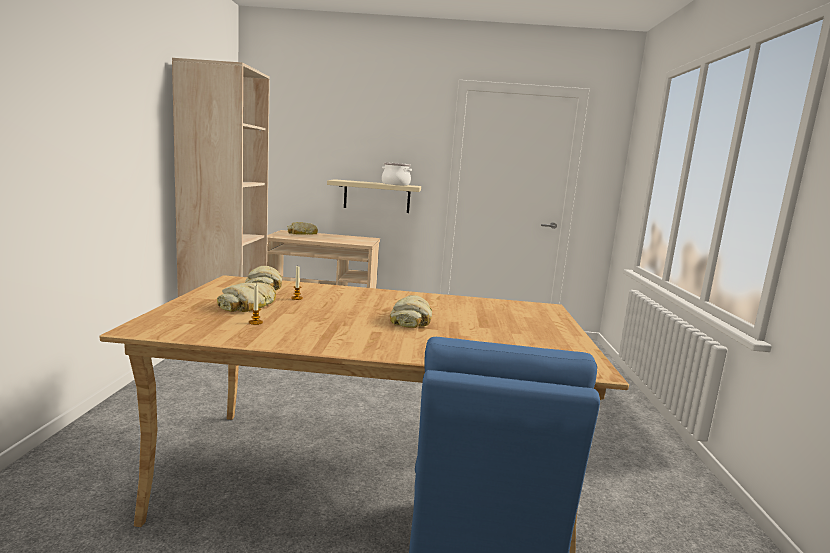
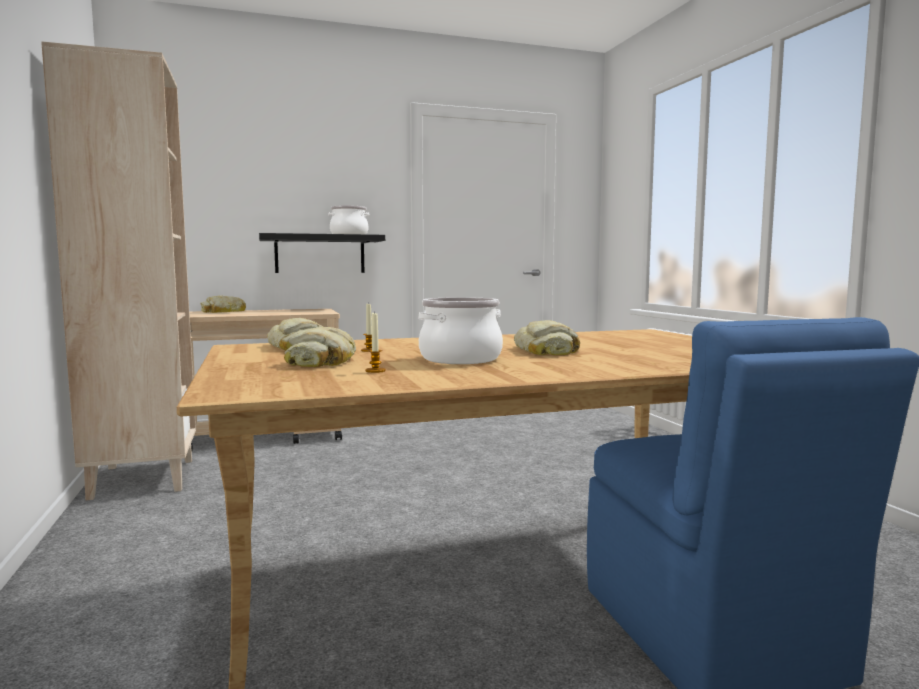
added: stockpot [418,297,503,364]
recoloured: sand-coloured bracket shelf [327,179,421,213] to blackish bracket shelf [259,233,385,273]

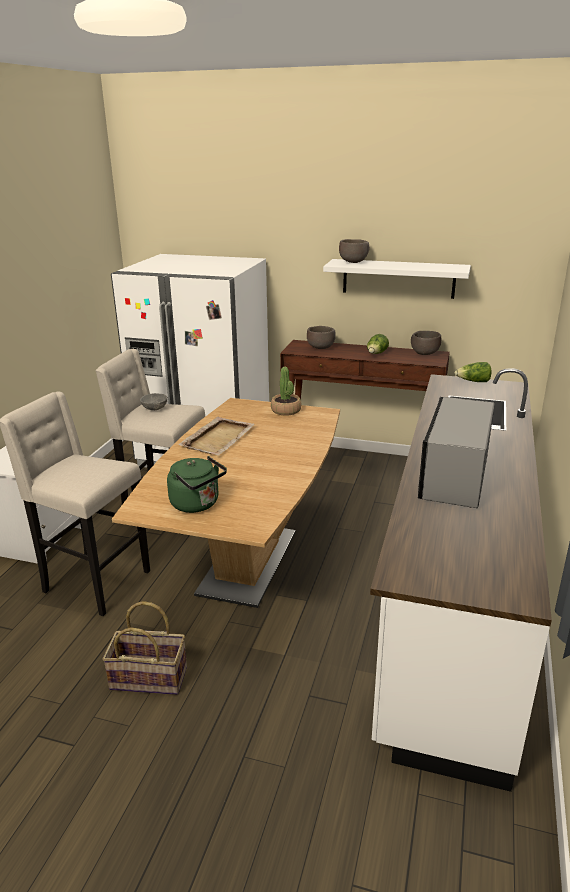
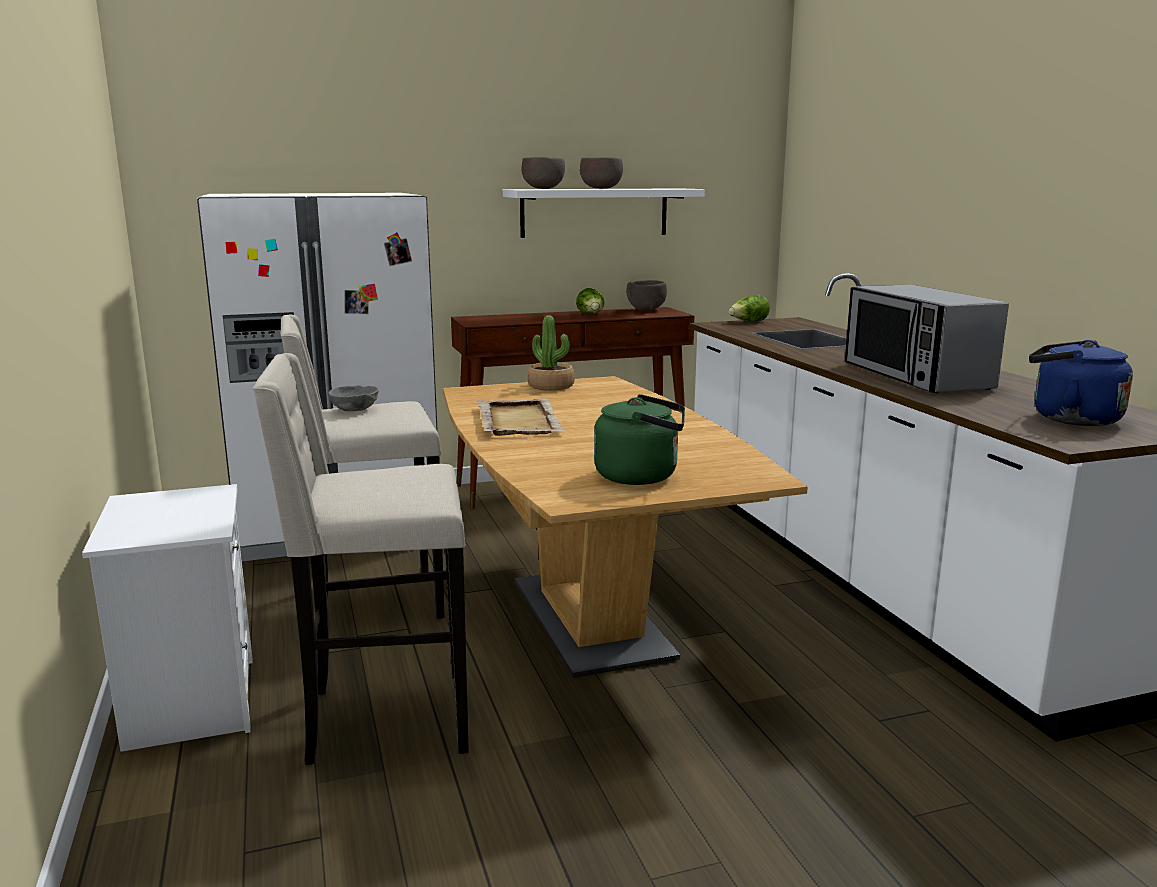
removed: storage basket [103,601,187,695]
added: blue-coloured water kettle [1029,340,1133,426]
moved: brownish serving bowl [307,326,336,349] to [580,157,623,189]

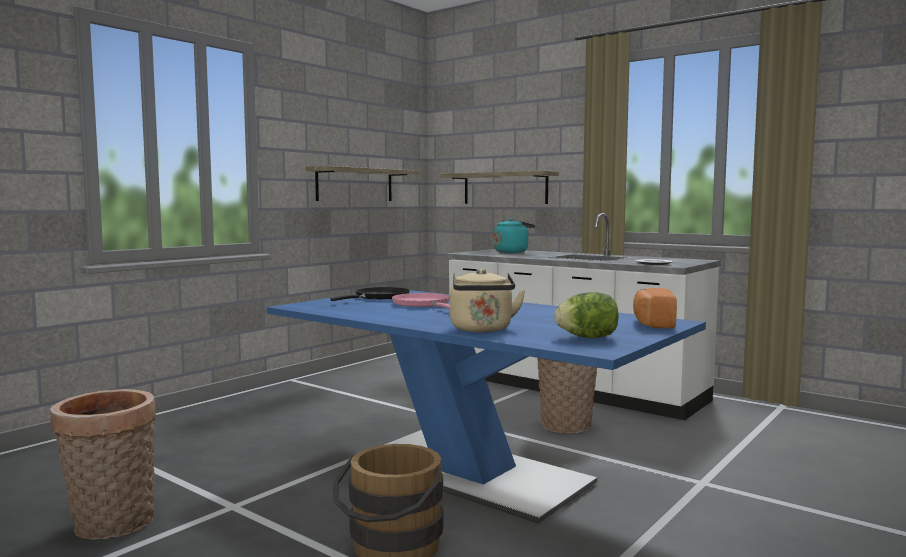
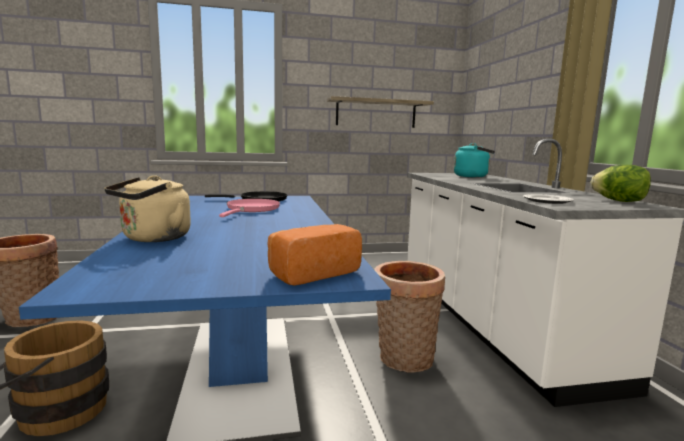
removed: bracket shelf [440,171,559,204]
moved: head of lettuce [554,292,619,338] to [591,165,651,202]

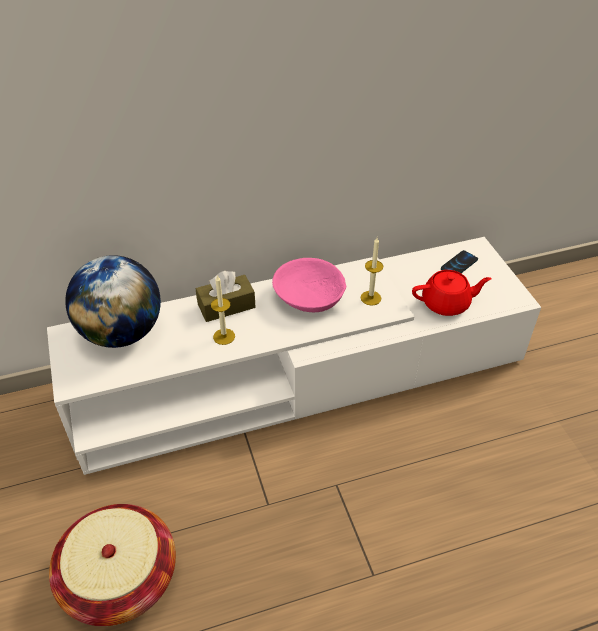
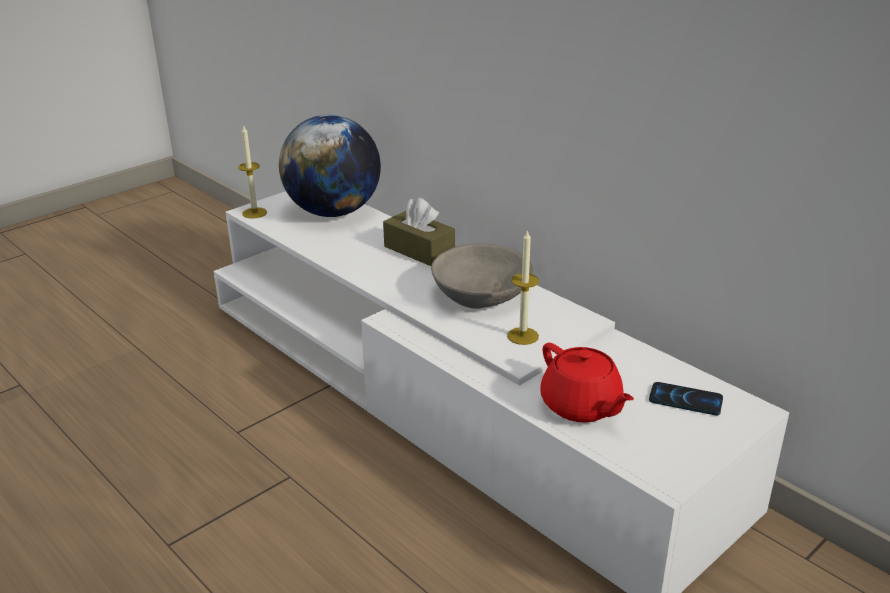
removed: storage basket [49,504,176,626]
moved: wax candle [211,275,235,345] to [238,126,267,219]
recoloured: pink serving bowl [272,258,346,312] to greyish serving bowl [431,243,534,309]

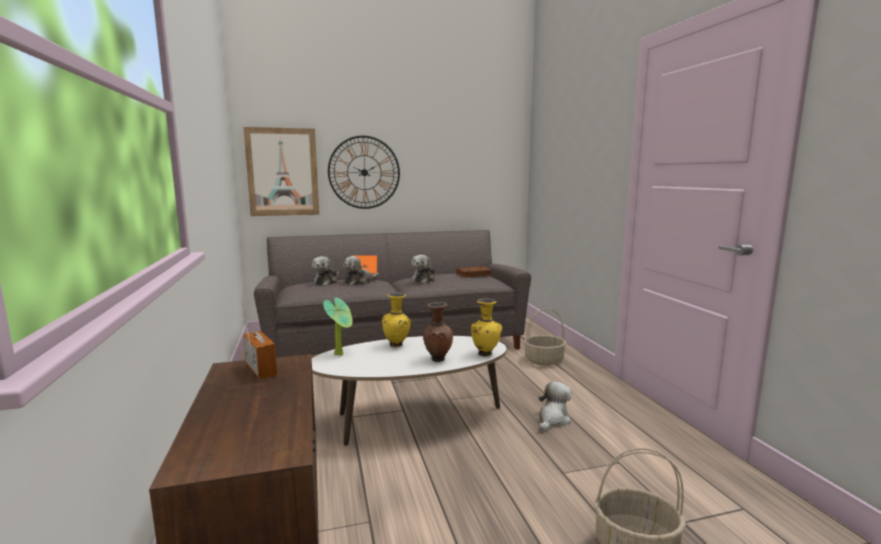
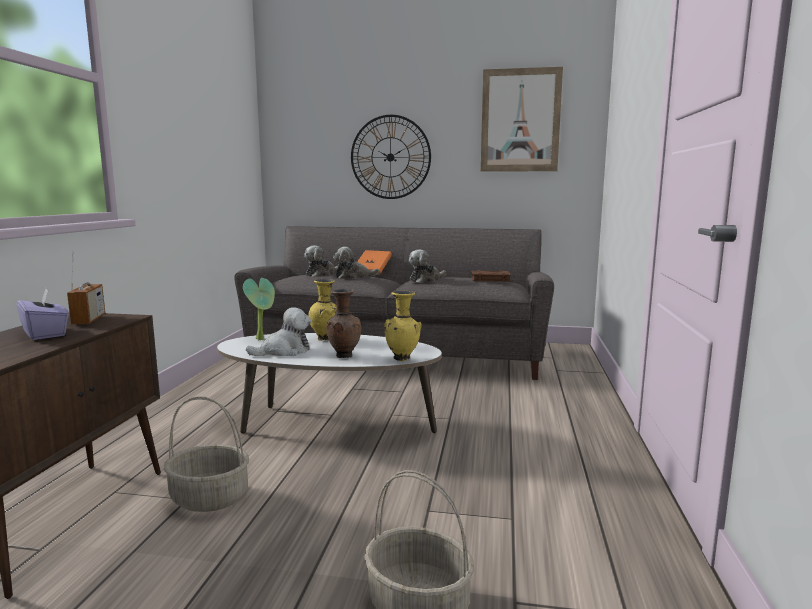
added: purple tissue holder [16,288,69,340]
moved: storage basket [524,308,566,366] to [163,396,249,512]; soft toy [539,382,572,431] to [246,307,311,356]; wall picture [243,127,319,216] to [481,67,563,172]

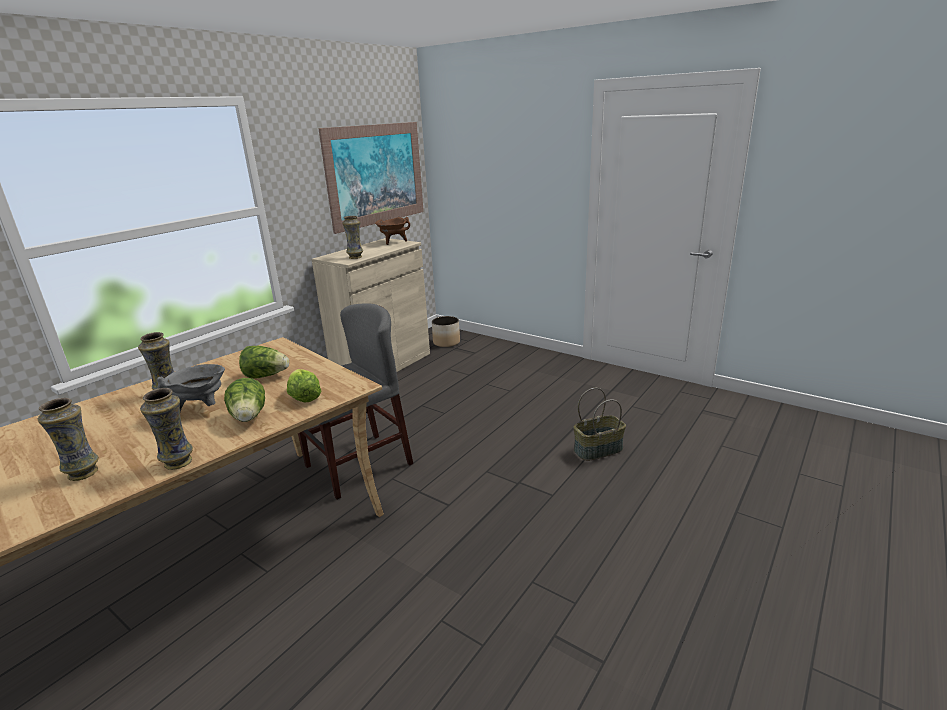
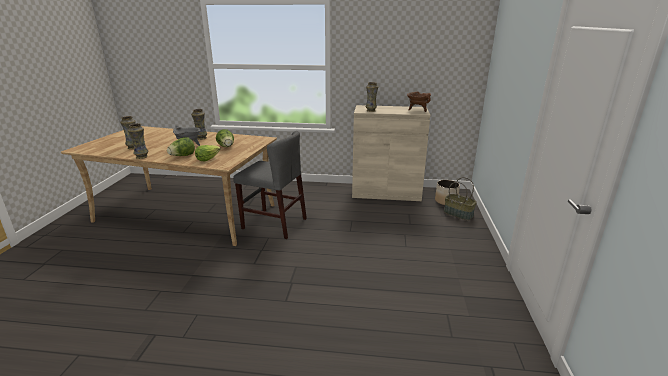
removed: wall picture [318,122,424,234]
moved: storage basket [573,388,626,461] to [444,177,477,220]

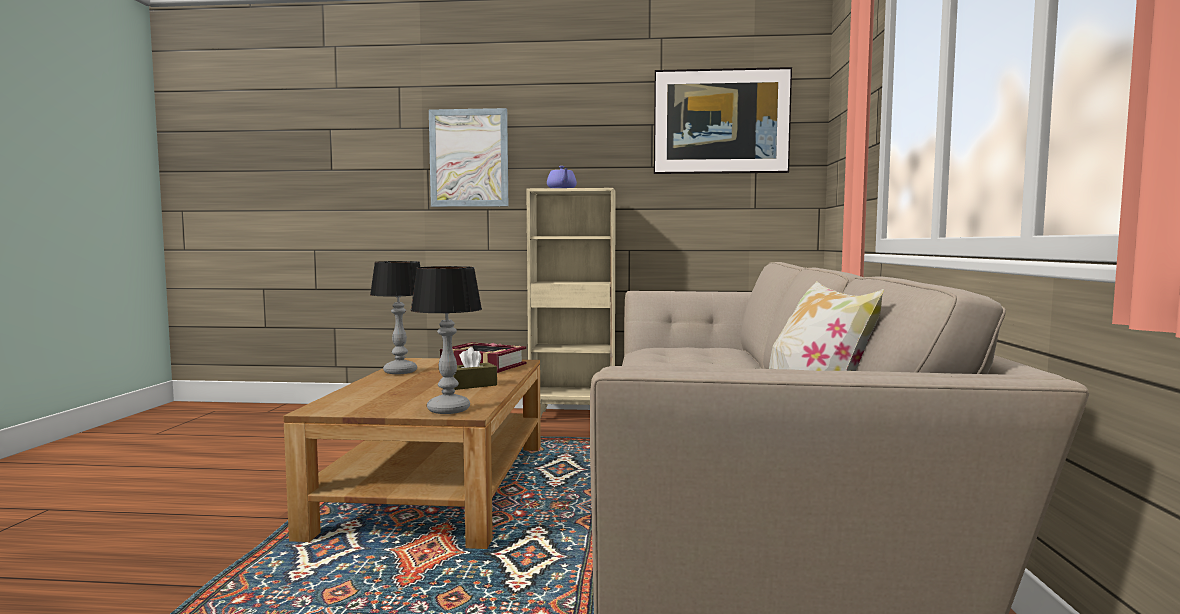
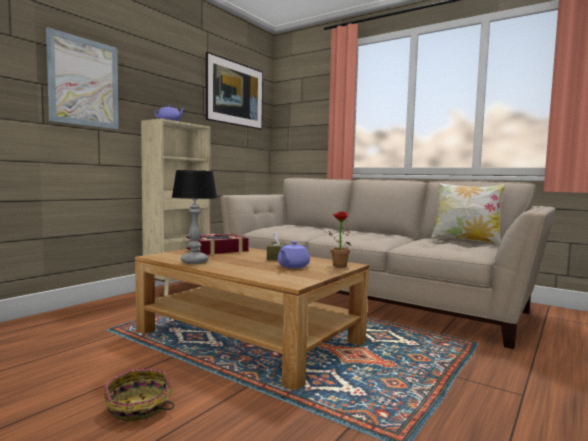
added: storage basket [104,369,174,422]; purple teapot [278,241,310,268]
replaced: lamp for a table [410,266,482,414] to potted plant [320,211,351,267]

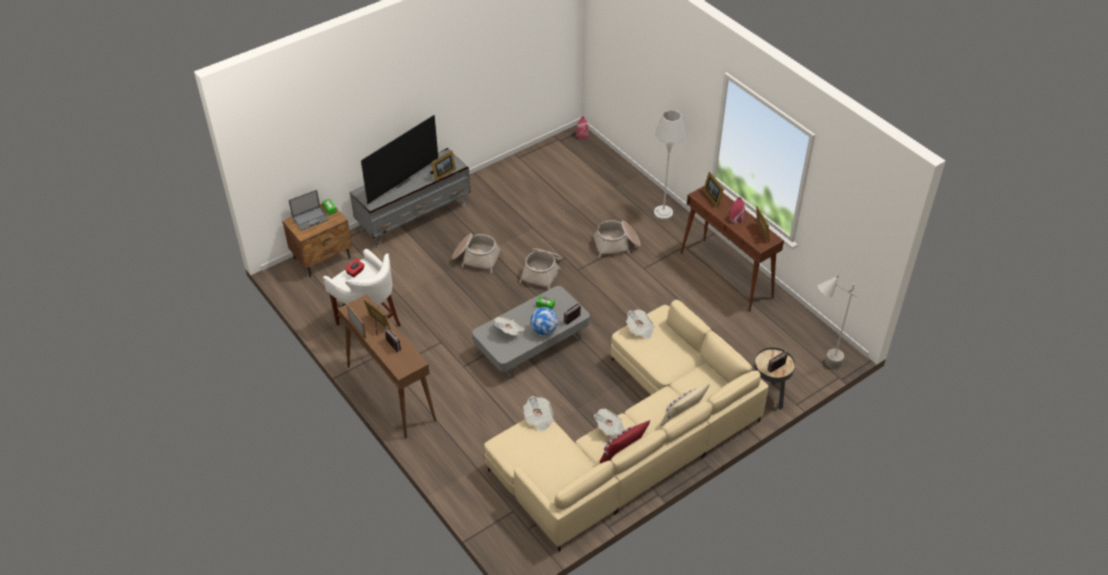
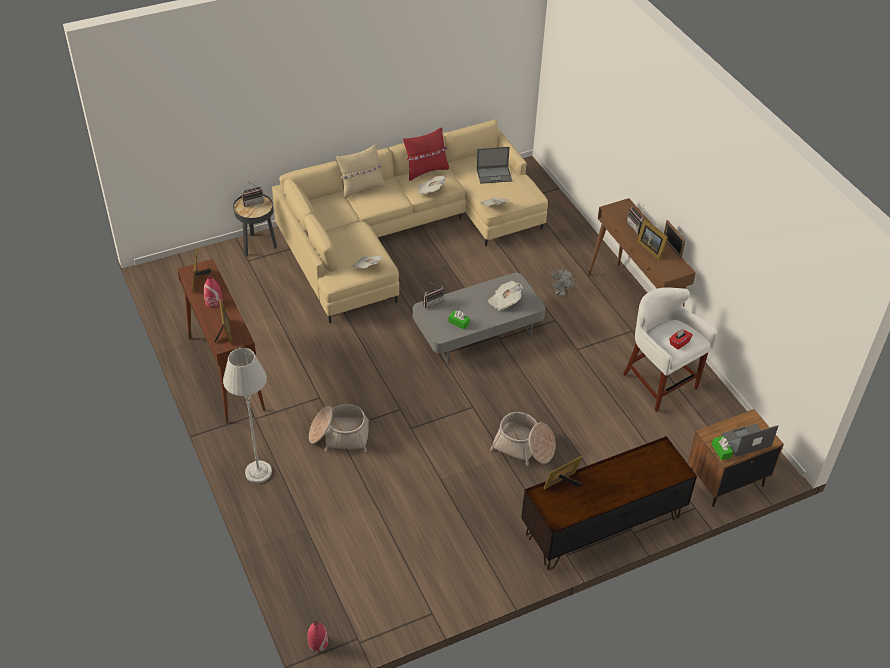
removed: TV [361,115,438,204]; storage basket [519,248,562,290]; world globe [530,307,558,335]; greyish standing lamp [818,276,859,369]
added: notebook computer [476,147,512,184]; greyish fan [549,269,576,296]
recoloured: greyish tv stand [350,148,471,248] to brownish tv stand [521,436,697,570]

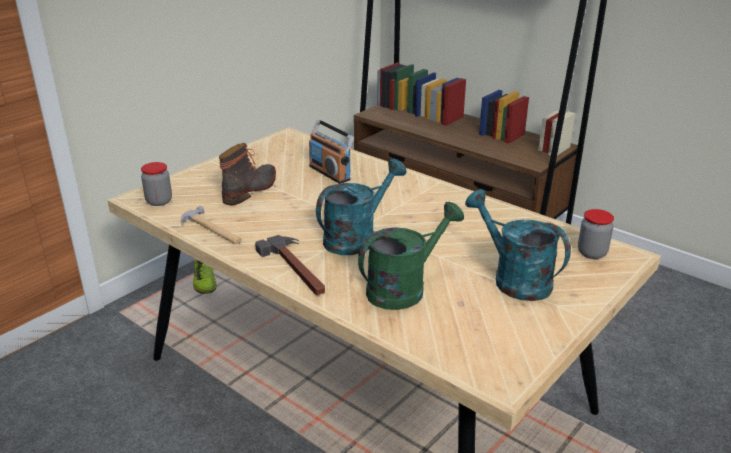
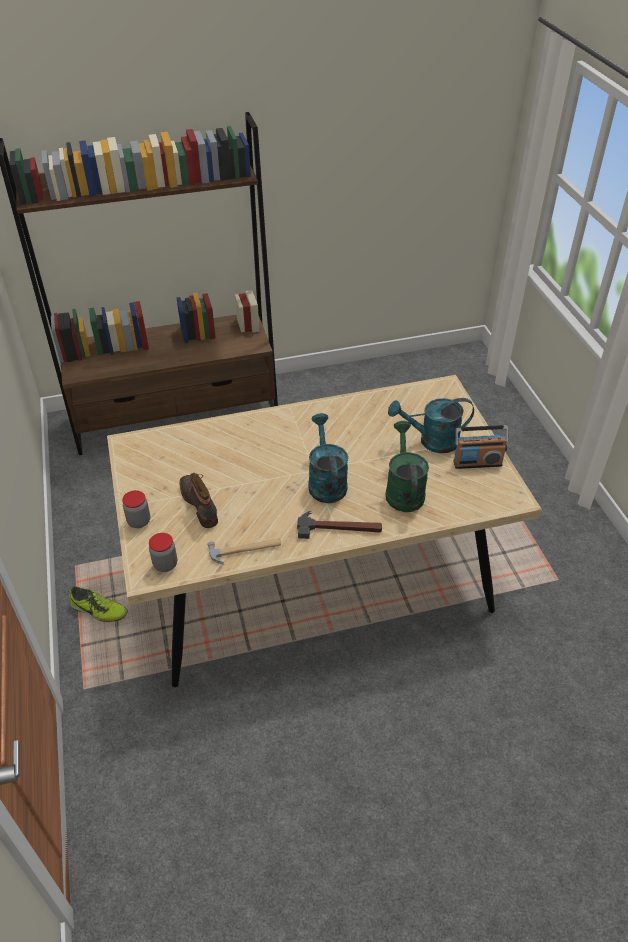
moved: jar [578,209,614,259] to [122,490,150,528]; radio set [309,119,354,184] to [453,425,508,469]

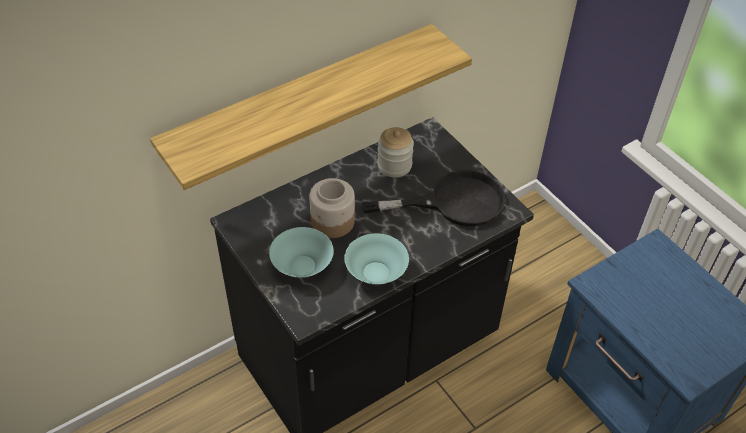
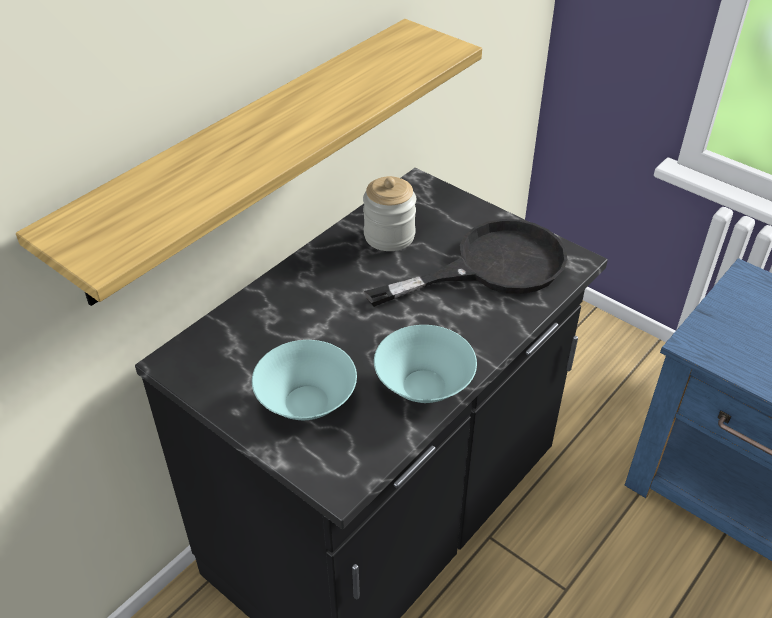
removed: jar [310,178,355,238]

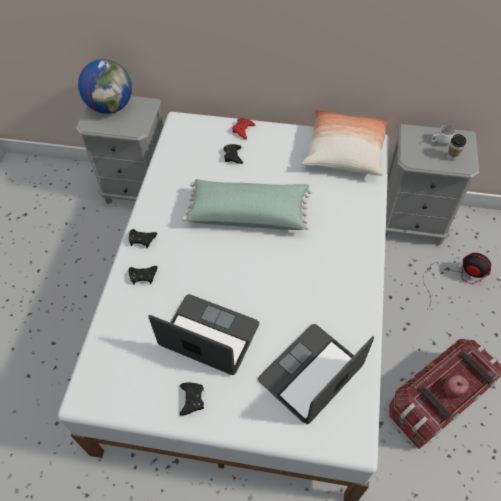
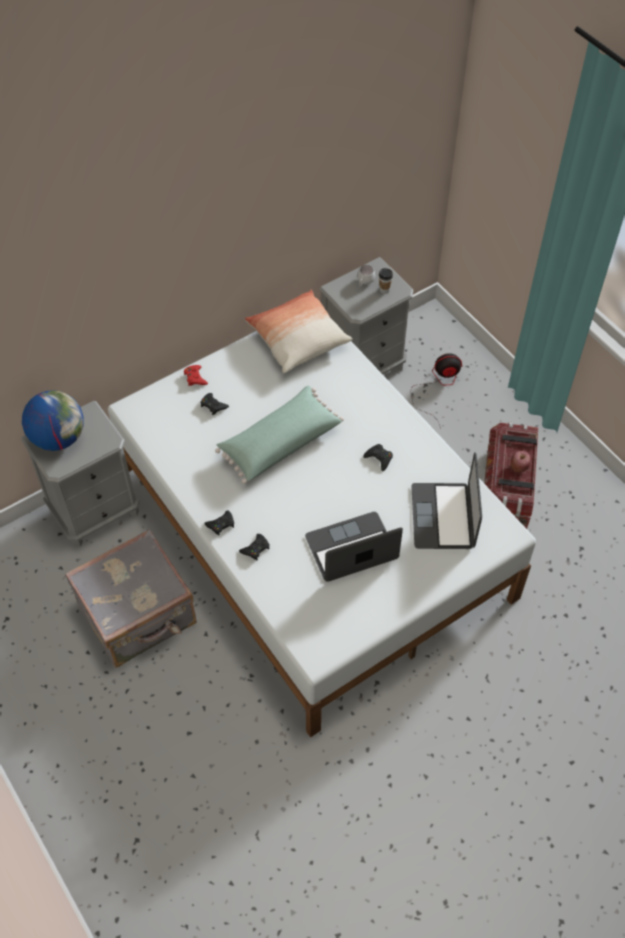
added: greyish travel case [65,530,197,668]
moved: blackish game controller [179,382,204,416] to [363,444,393,471]

